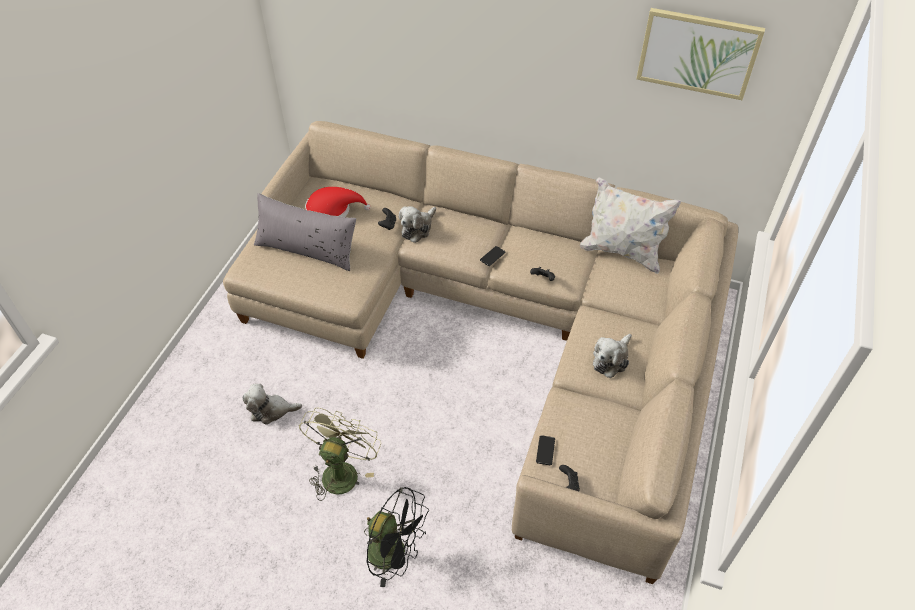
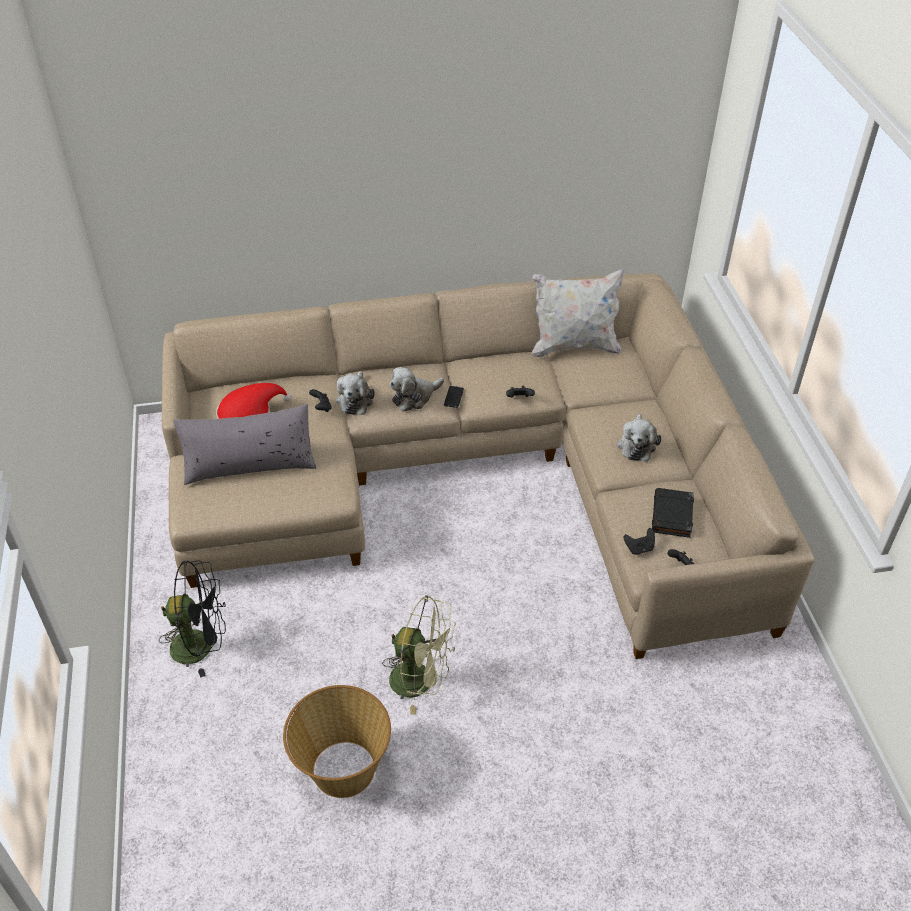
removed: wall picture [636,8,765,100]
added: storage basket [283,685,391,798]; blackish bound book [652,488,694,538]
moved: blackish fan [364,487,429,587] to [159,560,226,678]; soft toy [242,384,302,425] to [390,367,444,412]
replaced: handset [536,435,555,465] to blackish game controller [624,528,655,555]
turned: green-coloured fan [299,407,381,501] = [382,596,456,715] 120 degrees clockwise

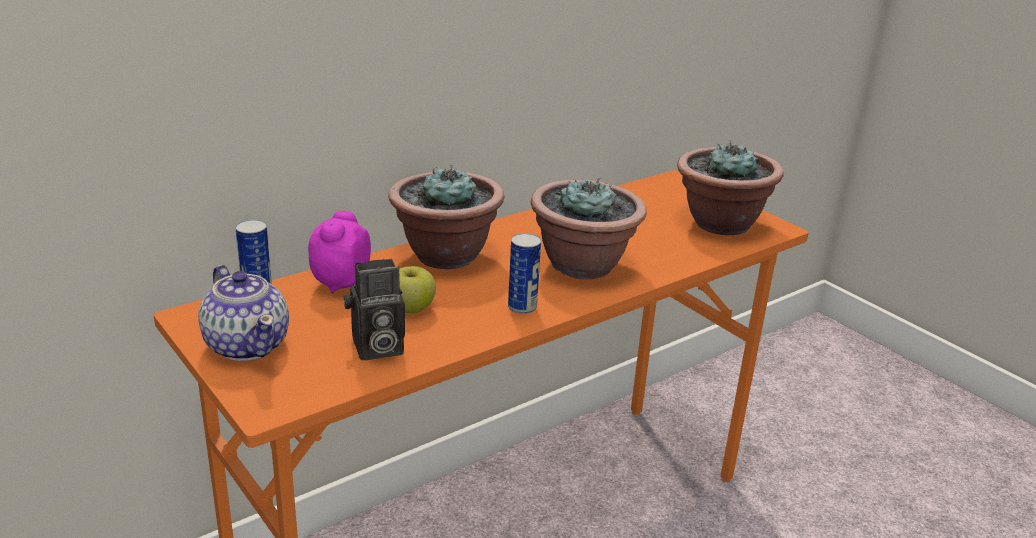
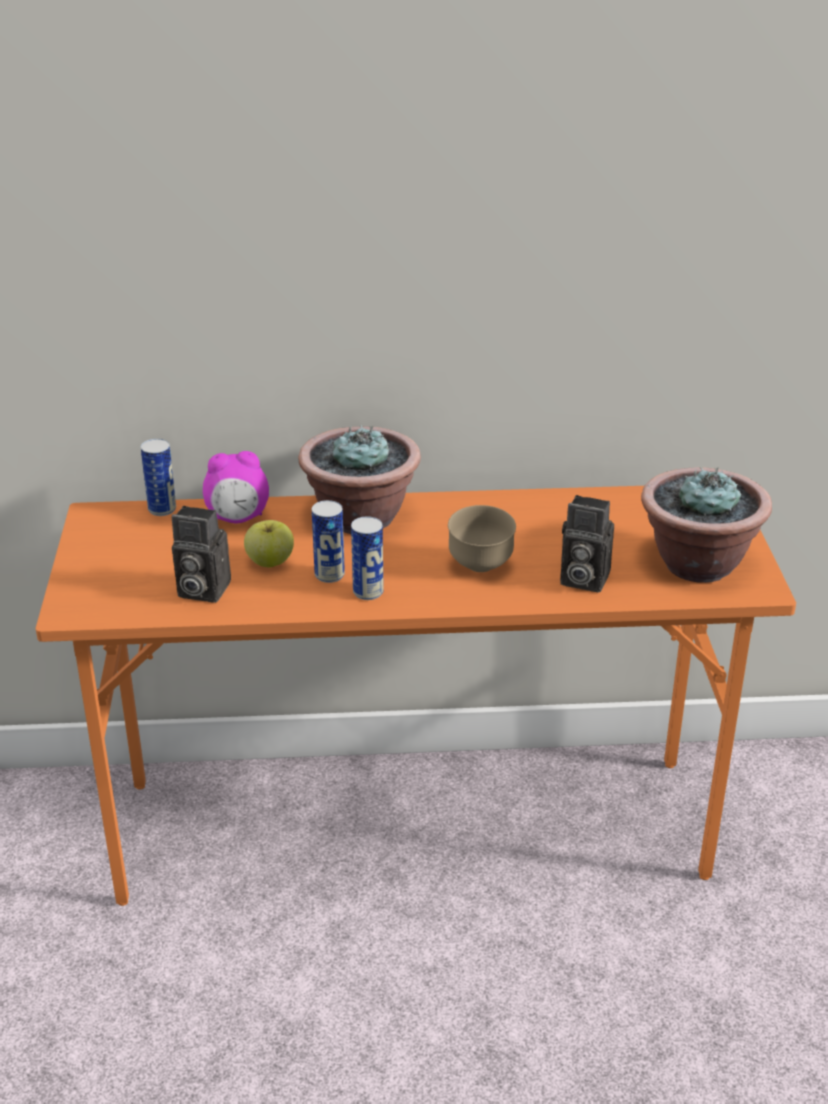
removed: teapot [198,265,289,361]
added: can [312,500,345,583]; still camera [560,495,614,593]
replaced: potted plant [531,177,647,280] to brownish serving bowl [448,505,516,572]
turned: alarm clock [308,211,371,294] = [203,451,269,523] 150 degrees counterclockwise

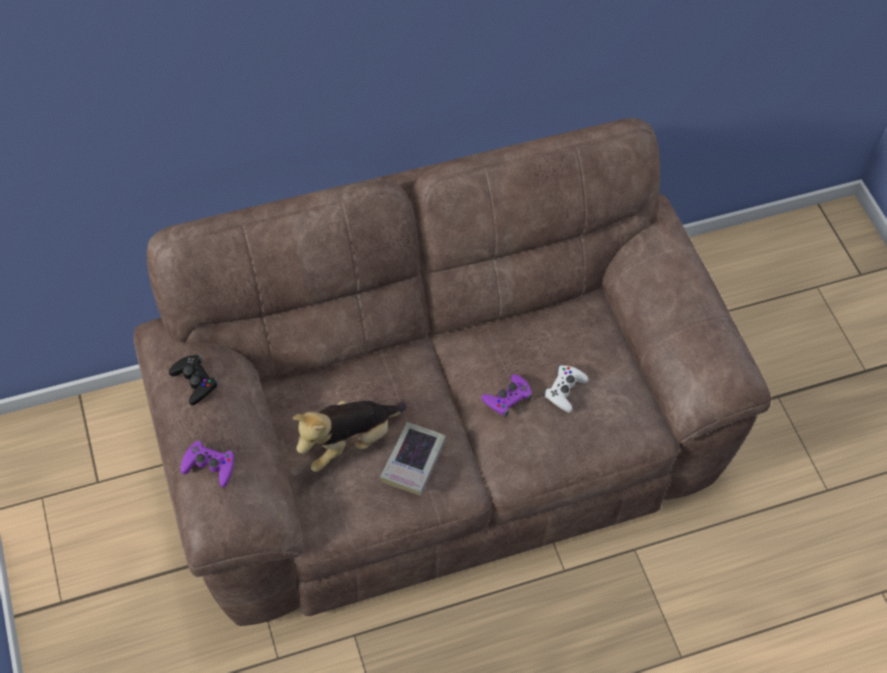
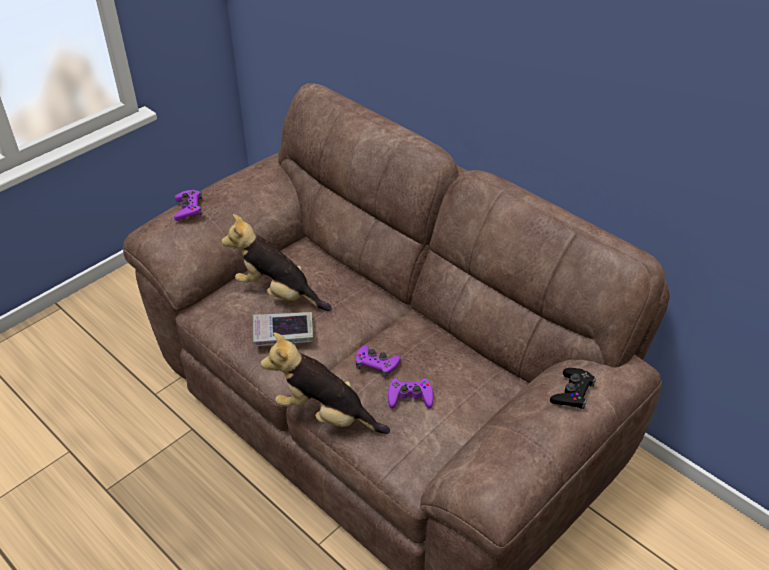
added: soft toy [261,332,390,434]
moved: blackish game controller [169,355,218,406] to [550,368,596,409]
recoloured: whitish game controller [544,365,588,412] to purple game controller [388,378,433,409]

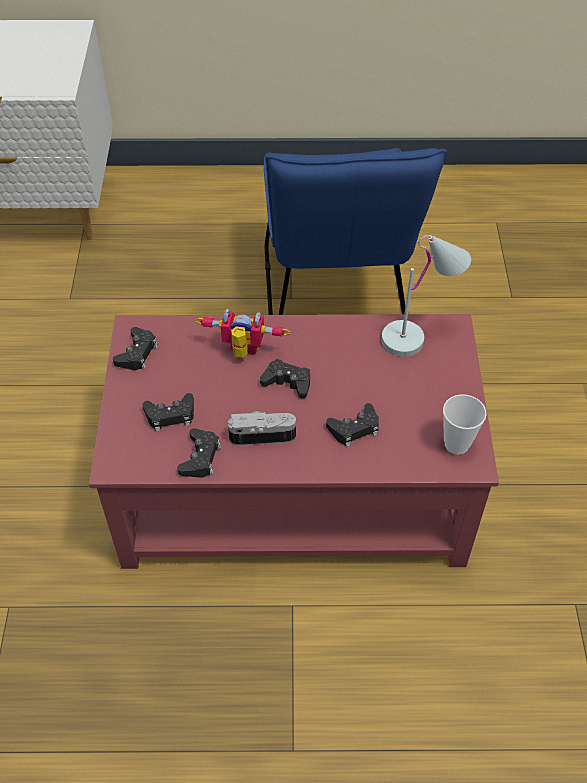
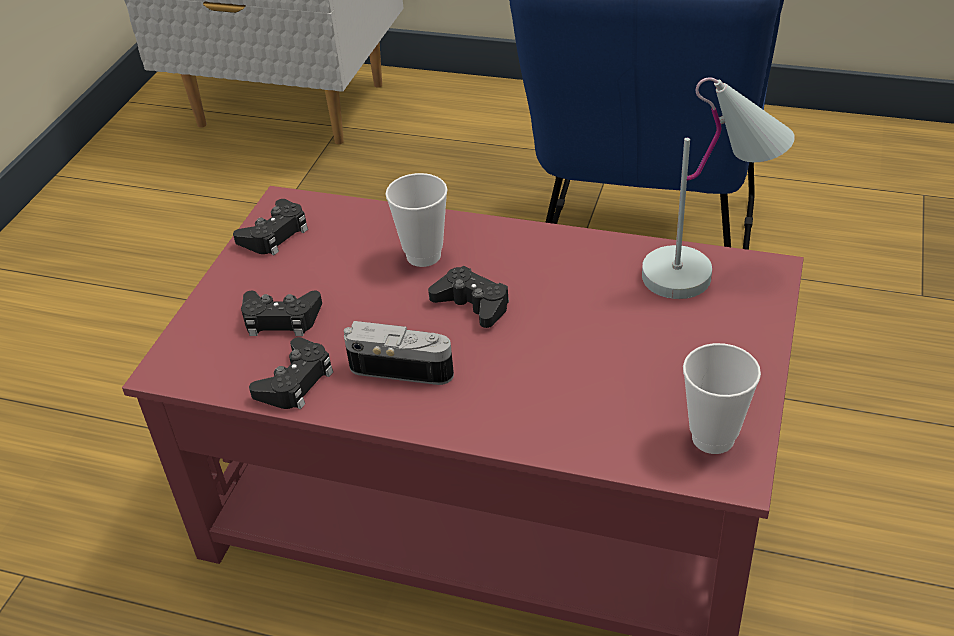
removed: blackish game controller [326,403,379,447]
replaced: robot figure [195,309,290,358] to cup [385,173,448,267]

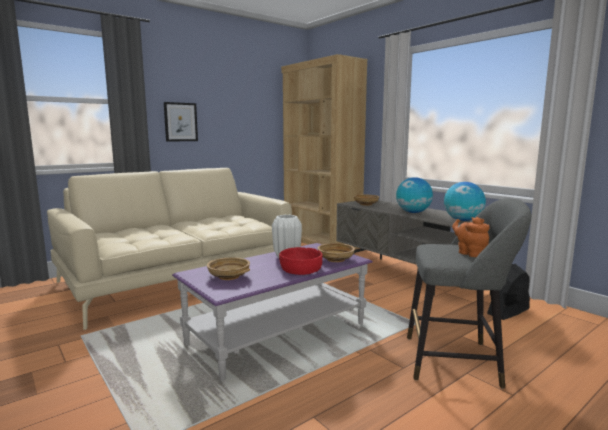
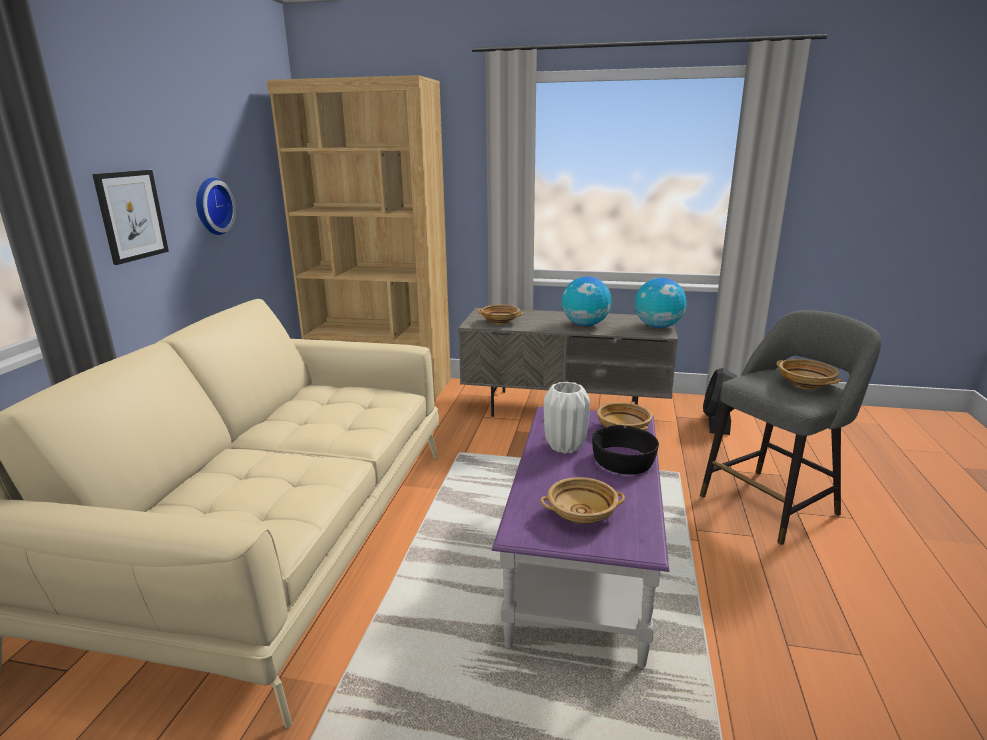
added: wall clock [196,178,236,235]
replaced: orangey teapot [452,217,490,257] to sand-coloured serving bowl [776,359,842,389]
recoloured: red-coloured serving bowl [279,247,323,275] to blackish serving bowl [592,425,659,474]

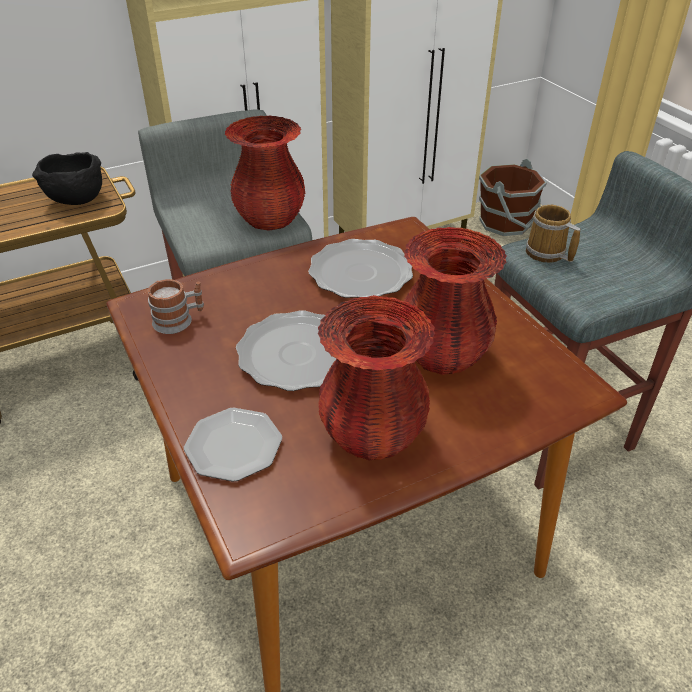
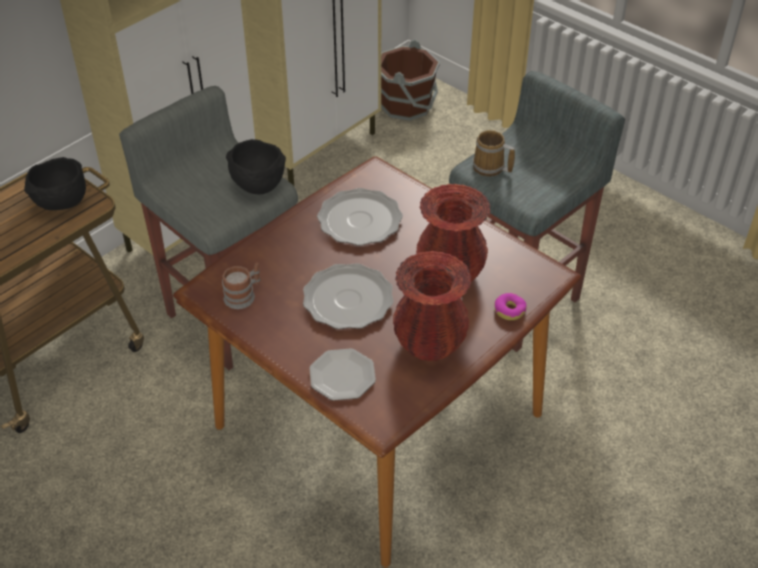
added: ring doughnut [494,293,526,320]
replaced: red-coloured flower vase [225,116,306,231] to blackish serving bowl [226,139,286,194]

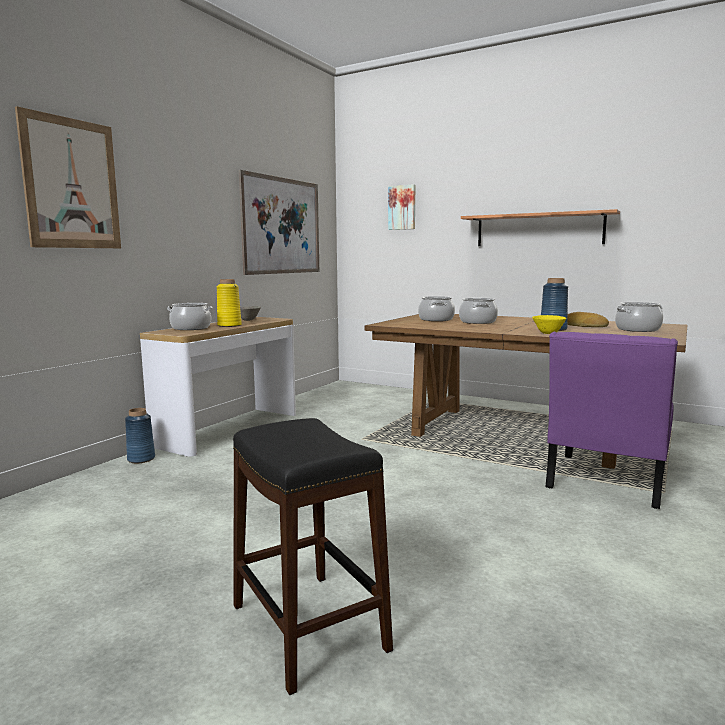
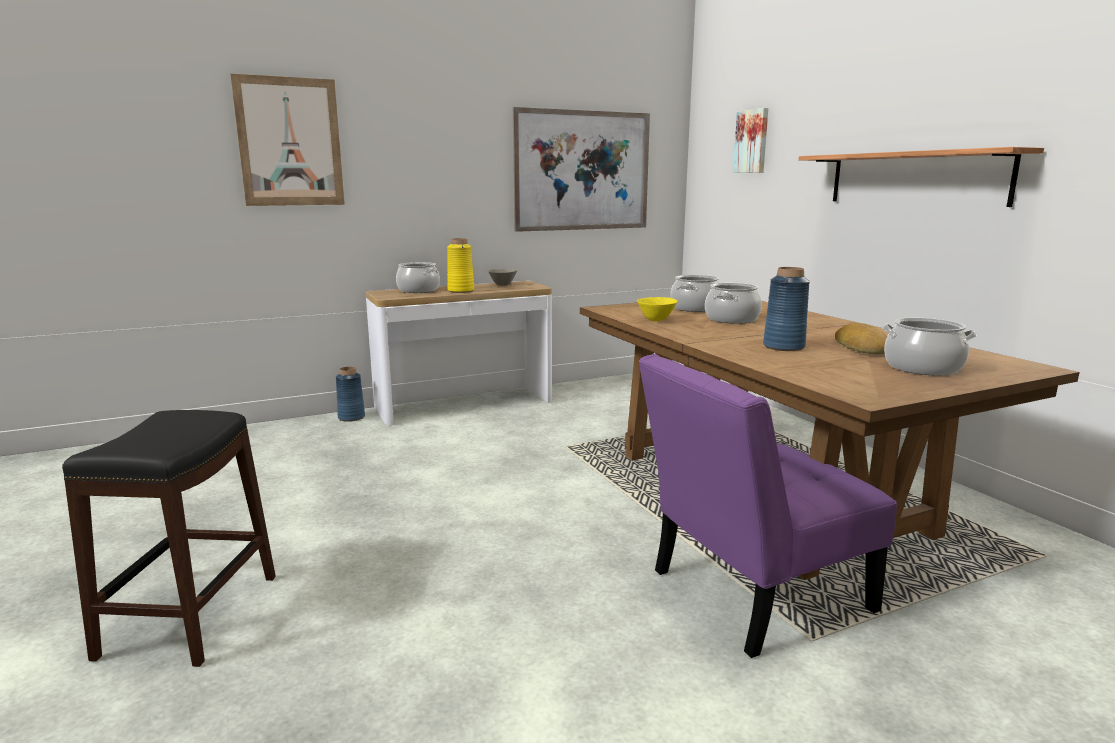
moved: yellow serving bowl [532,315,566,334] to [637,297,677,321]

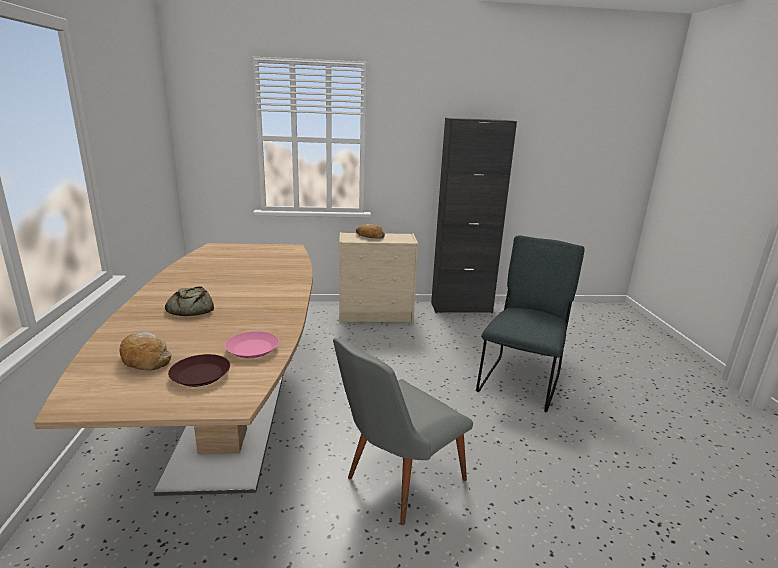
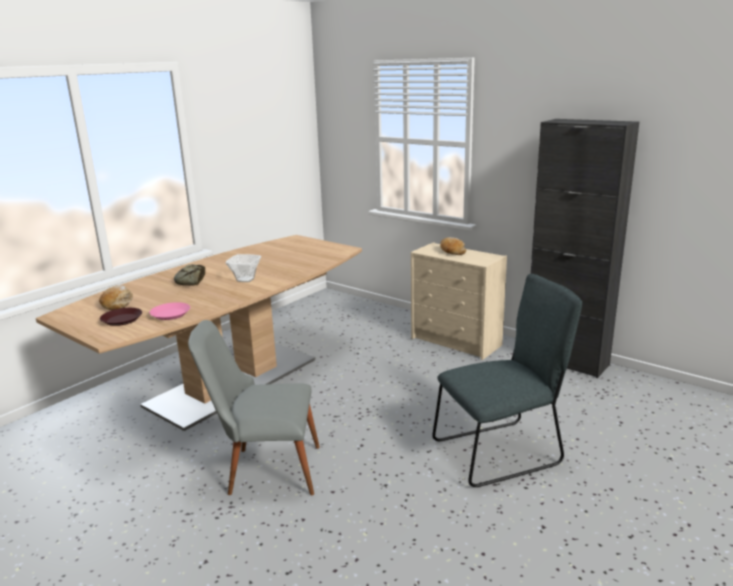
added: serving bowl [225,254,261,282]

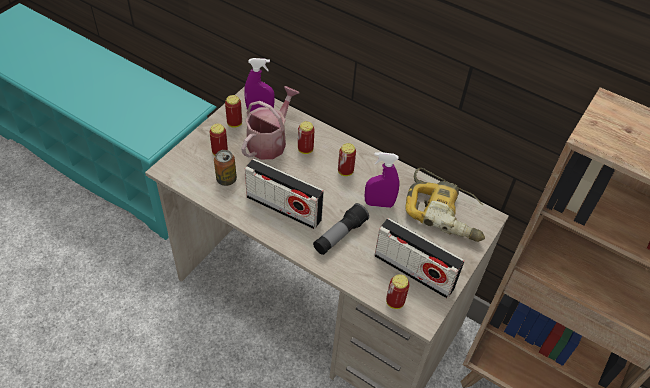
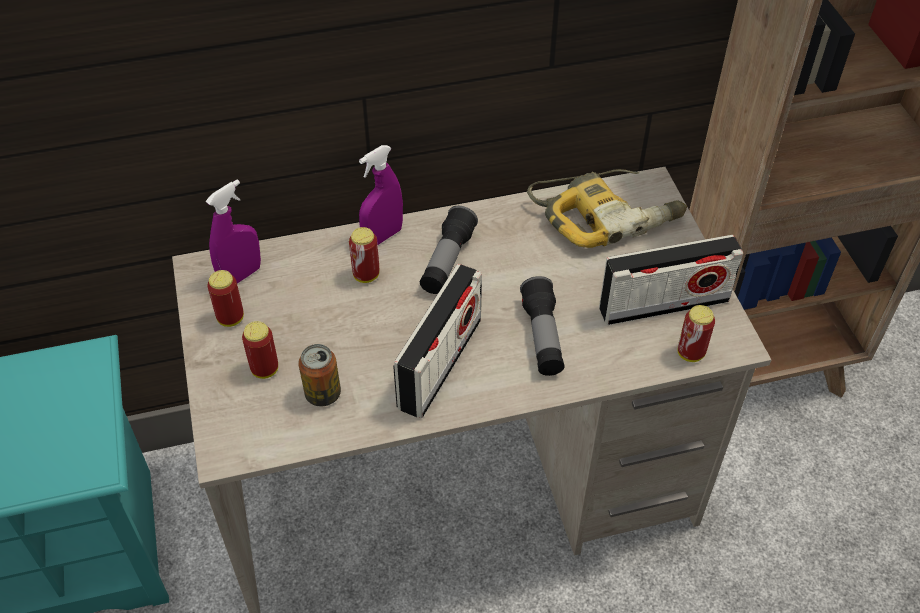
removed: watering can [241,86,299,160]
moved: purple spray bottle [364,152,399,208] to [359,145,403,245]
replaced: can [338,143,356,176] to torch [420,206,478,294]
turned: radio set [245,159,324,229] = [393,264,482,418] 45 degrees counterclockwise

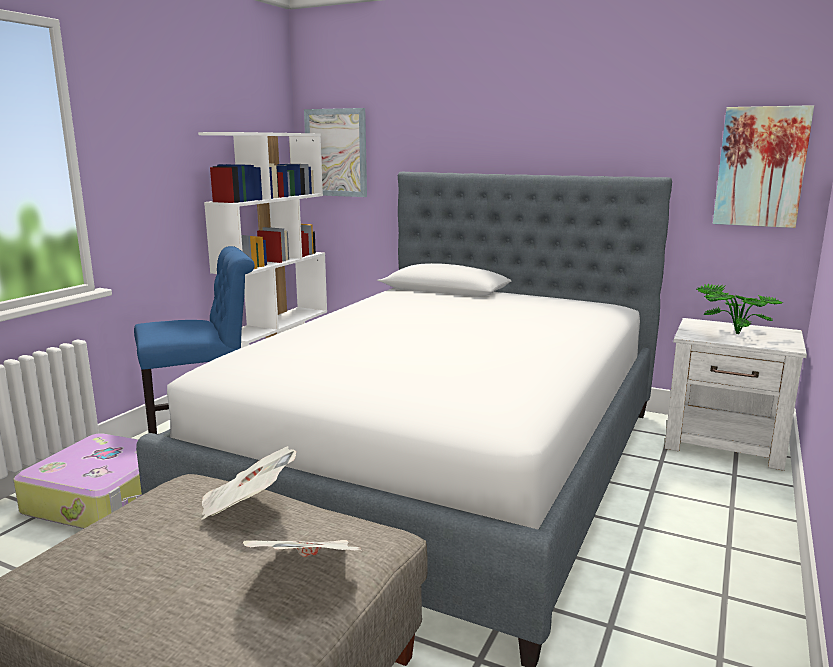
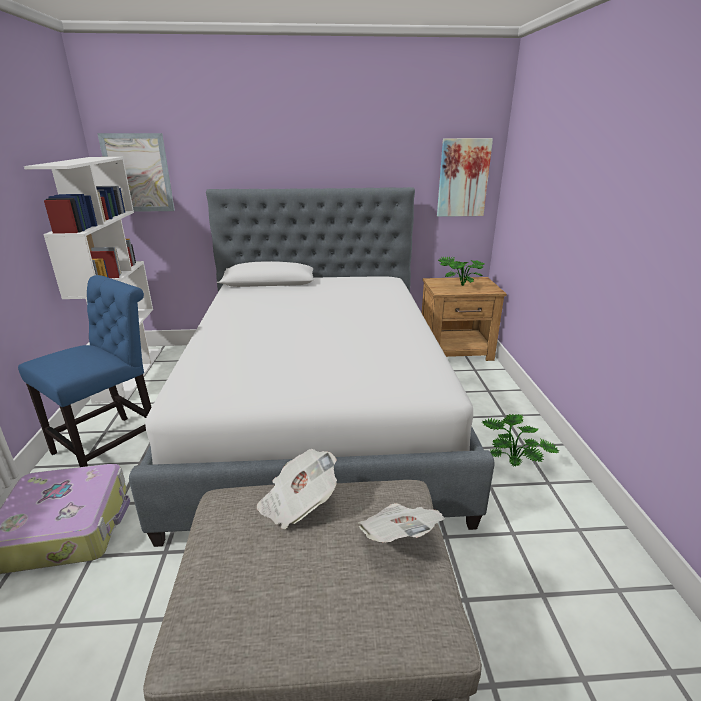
added: potted plant [482,414,560,467]
recoloured: whitish bedside table [665,318,807,471] to brownish bedside table [422,277,507,361]

